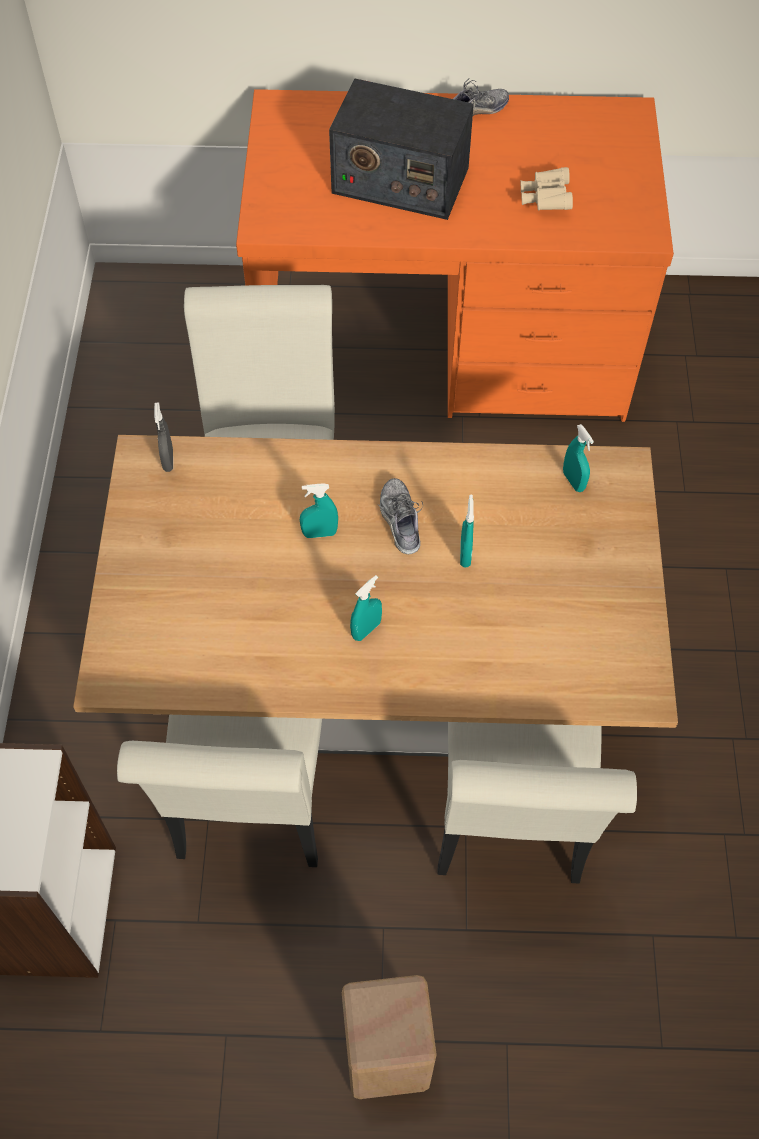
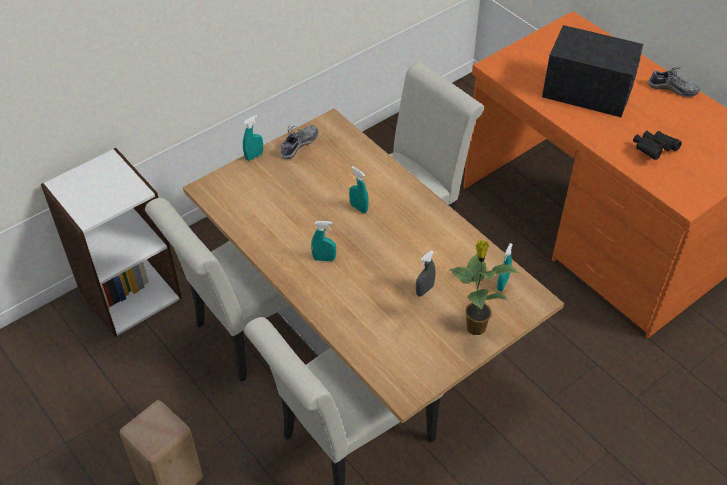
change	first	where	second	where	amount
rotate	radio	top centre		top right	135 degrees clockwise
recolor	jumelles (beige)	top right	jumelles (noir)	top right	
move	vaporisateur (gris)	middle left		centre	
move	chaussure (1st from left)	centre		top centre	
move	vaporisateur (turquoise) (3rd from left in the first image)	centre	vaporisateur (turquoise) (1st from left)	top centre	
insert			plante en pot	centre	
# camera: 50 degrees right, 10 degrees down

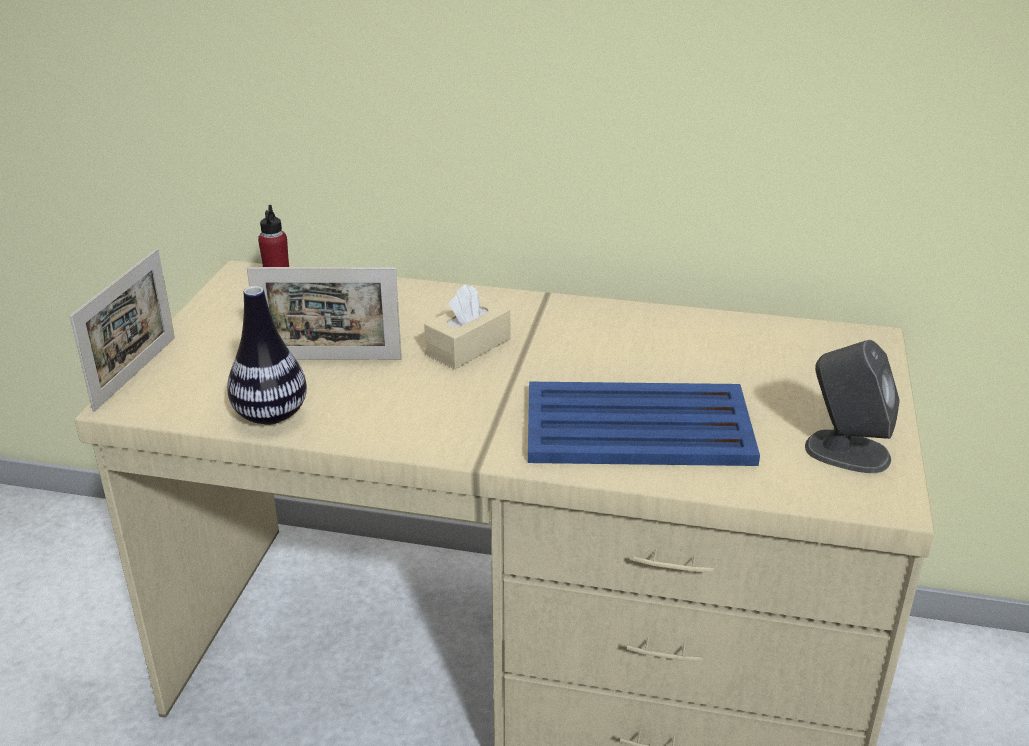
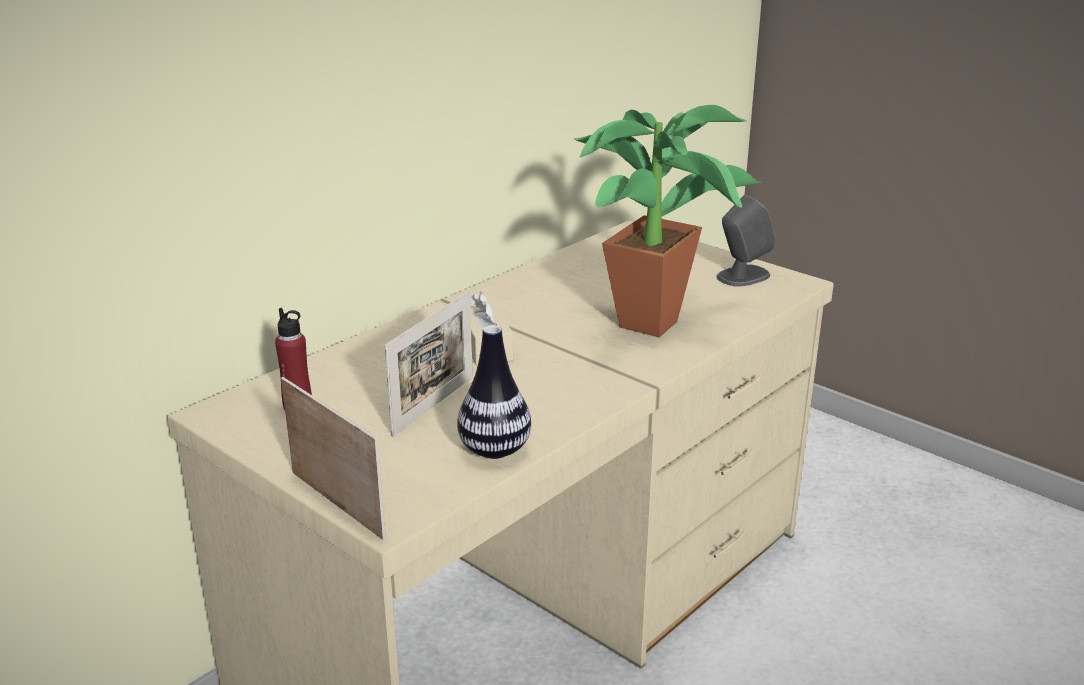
change	first	where	second	where	amount
replace	plateau (bleu)	centre	plante en pot	top centre	
# camera: 60 degrees left, 5 degrees down

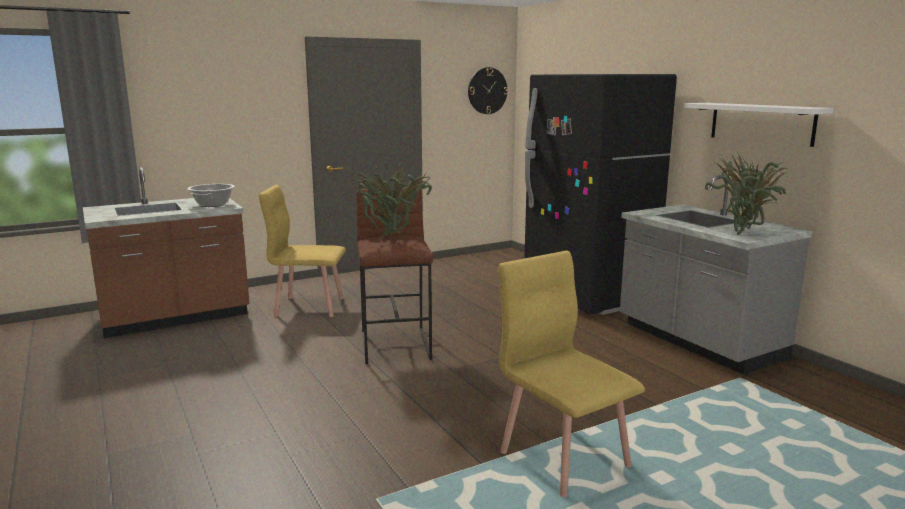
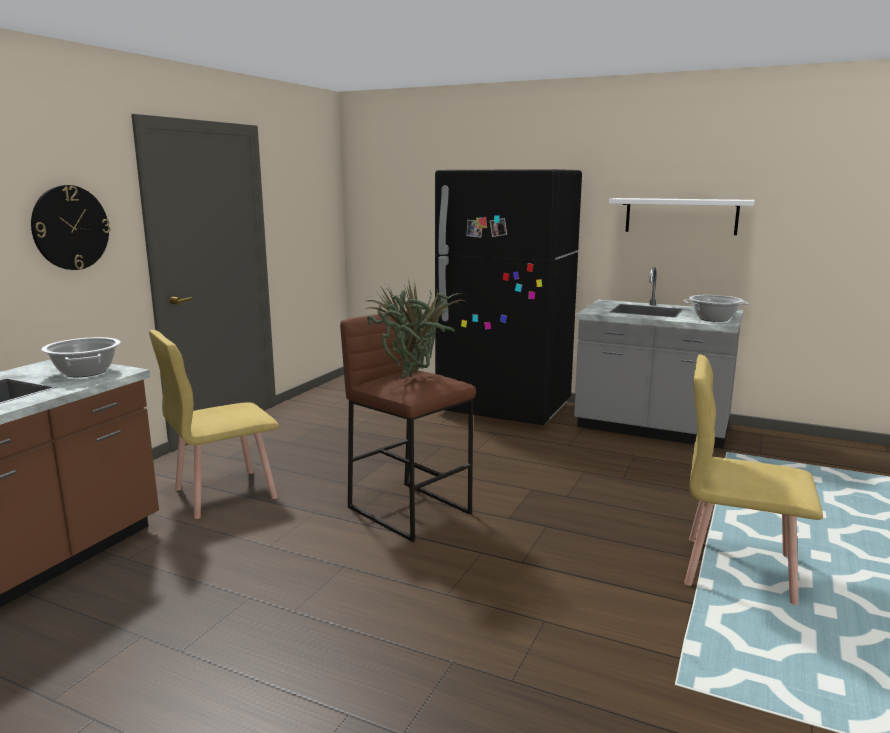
change	first	where	second	where	amount
move	horloge murale	top centre		top left	
replace	plante en pot (2nd from left)	middle right	marmite (2nd from left)	middle right	
# camera: 35 degrees left, 0 degrees up

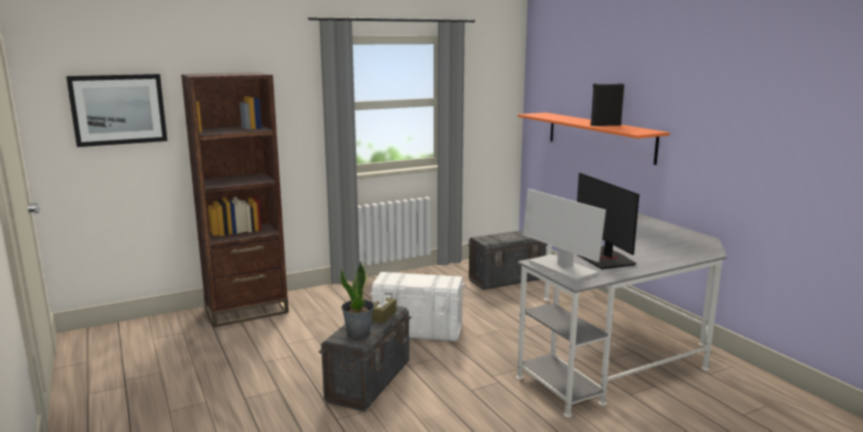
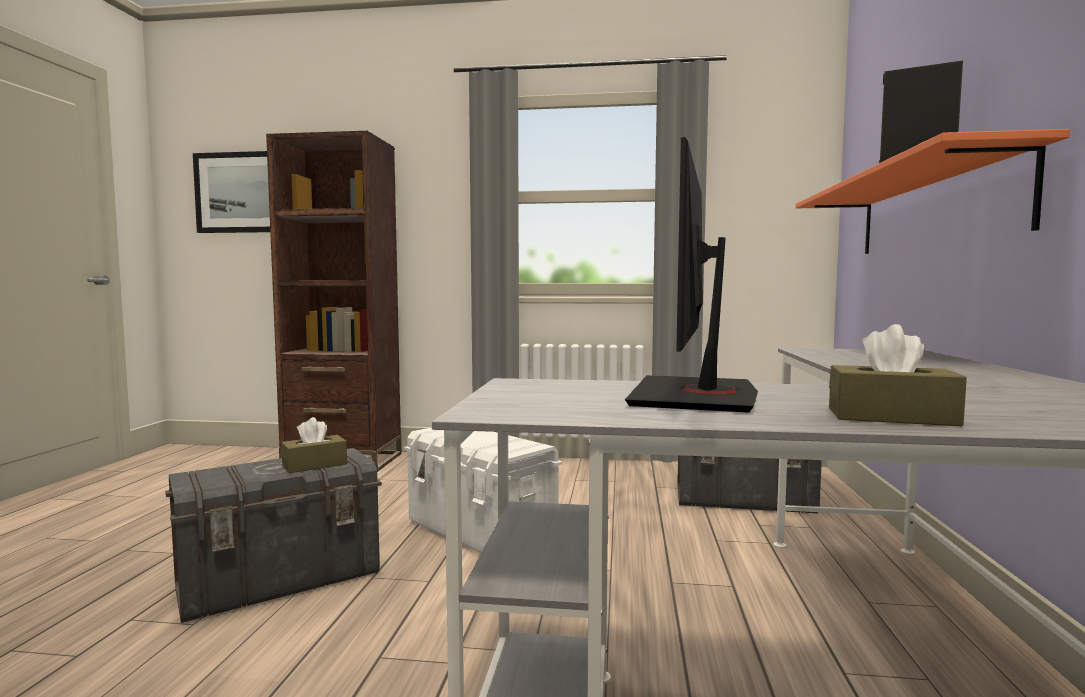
change	first	where	second	where	amount
delete	écran d'ordinateur (1st from left)	centre			
delete	plante en pot	bottom centre			
insert			boîte à mouchoirs (marron) (2nd from left)	middle right	
# camera: 35 degrees right, 10 degrees down

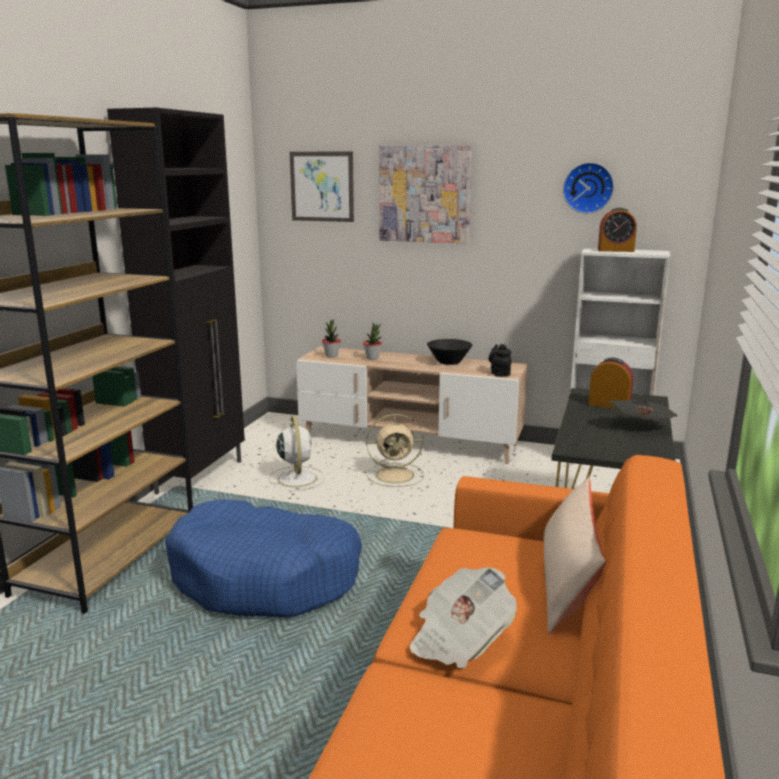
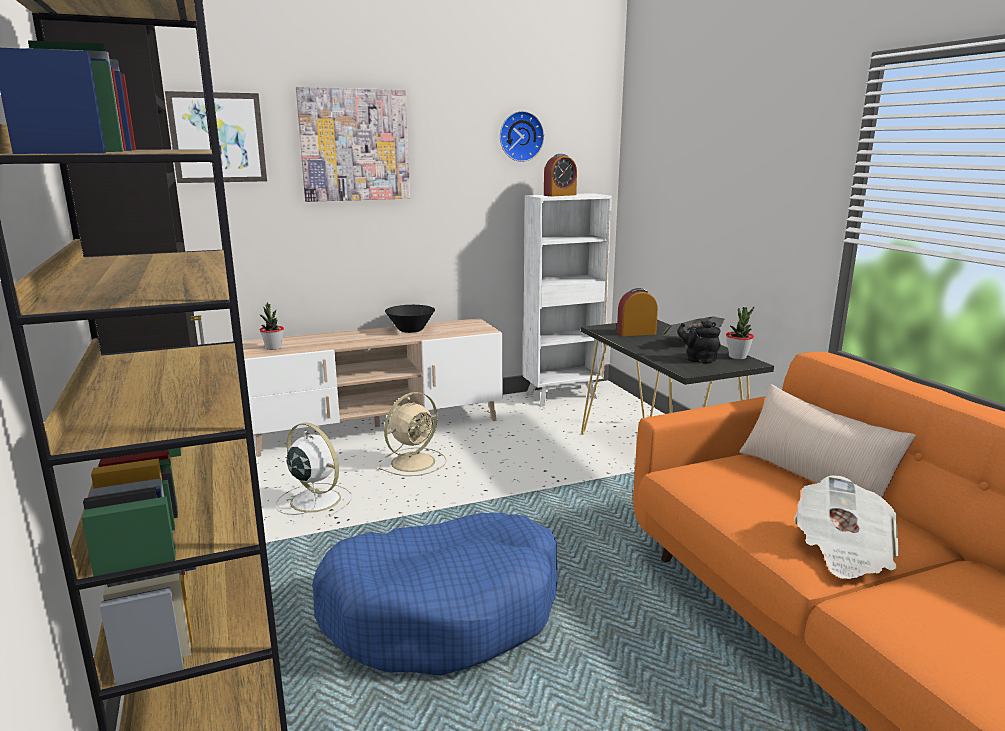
change	first	where	second	where	amount
move	plante en pot (2nd from left)	centre		middle right	
move	théière (noir)	centre		middle right	
# camera: 40 degrees left, 0 degrees up

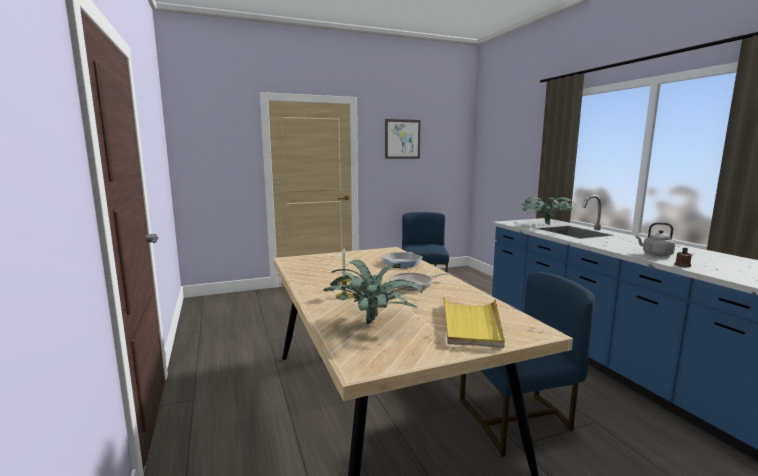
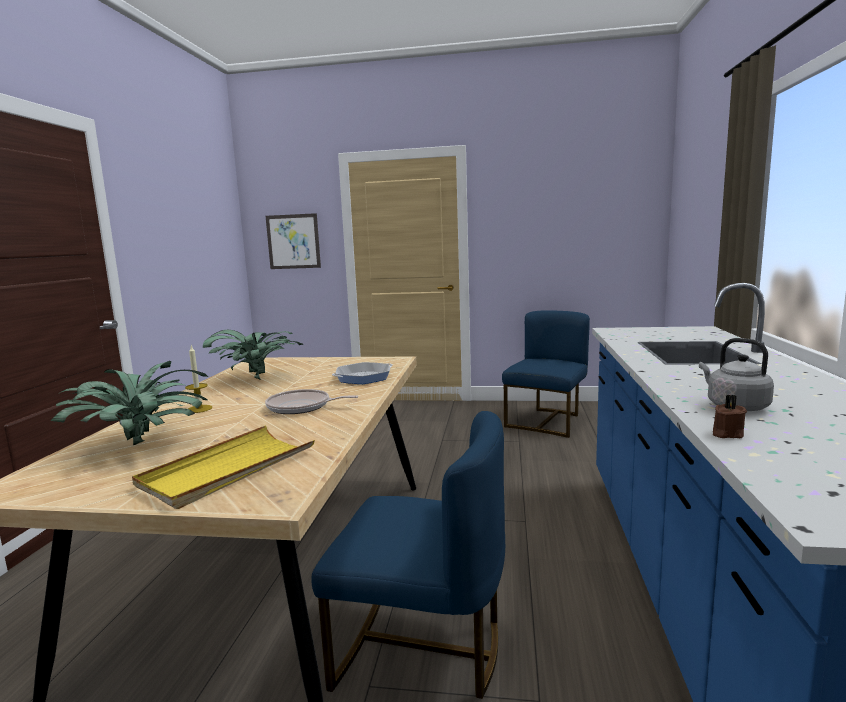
change	first	where	second	where	amount
move	tableau	top centre		centre	
move	plante en pot (2nd from left)	middle right		middle left	
# camera: 30 degrees right, 0 degrees up

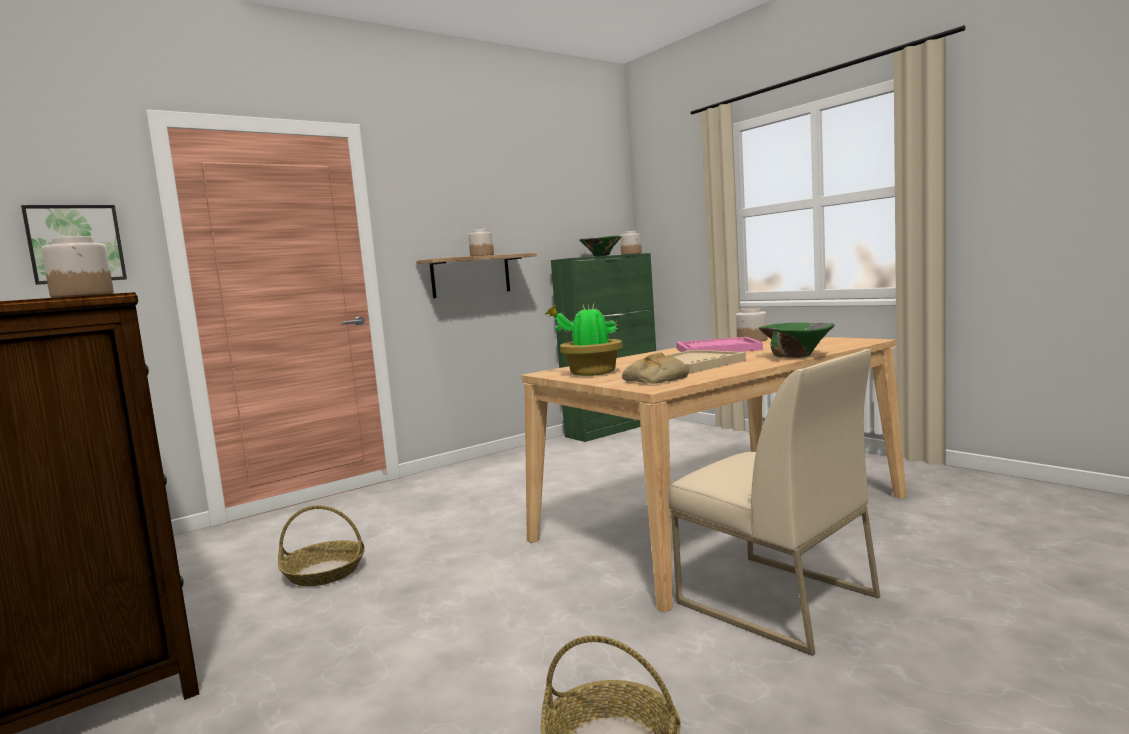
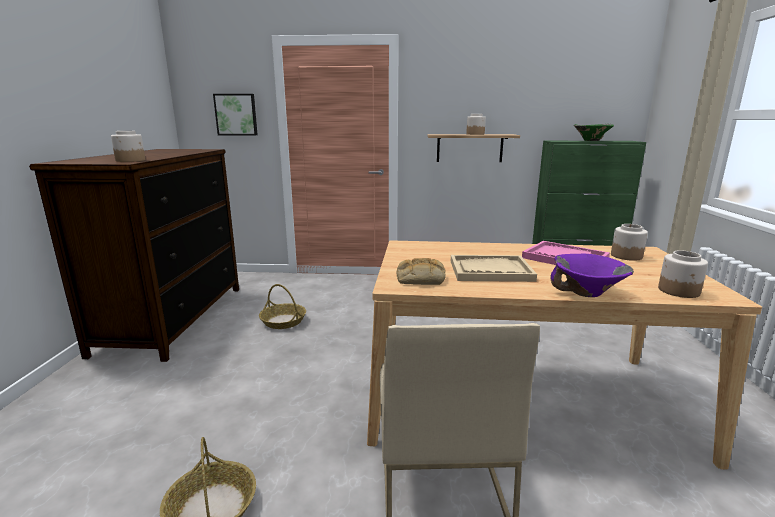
change	first	where	second	where	amount
move	bocal (3rd from left in the first image)	top centre	bocal (4th from left)	middle right	
delete	plante en pot	centre			
recolor	bol (vert) (2nd from left)	middle right	bol (violet)	middle right	
# camera: 40 degrees right, 10 degrees up

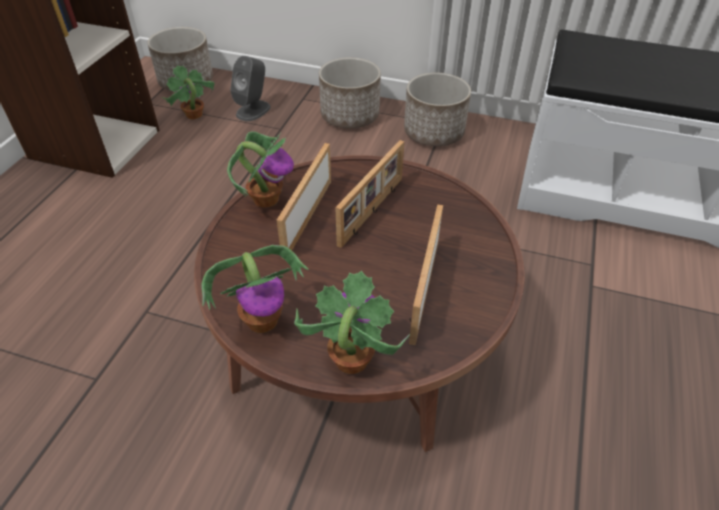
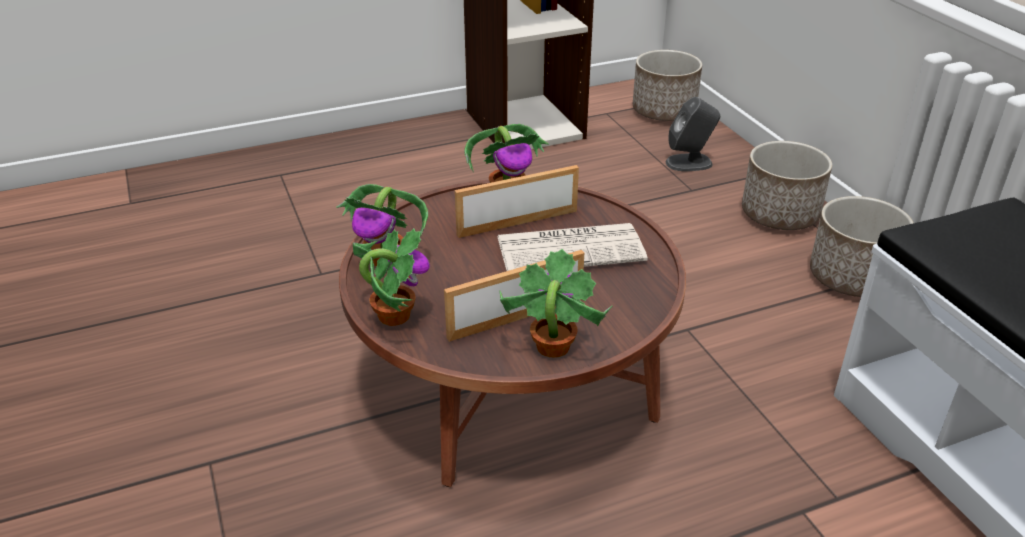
change	first	where	second	where	amount
move	plante en pot (1st from left in the first image)	top left	plante en pot (4th from left)	centre	
replace	cadre photo (2nd from left)	centre	journal	centre	
# camera: 50 degrees right, 10 degrees down

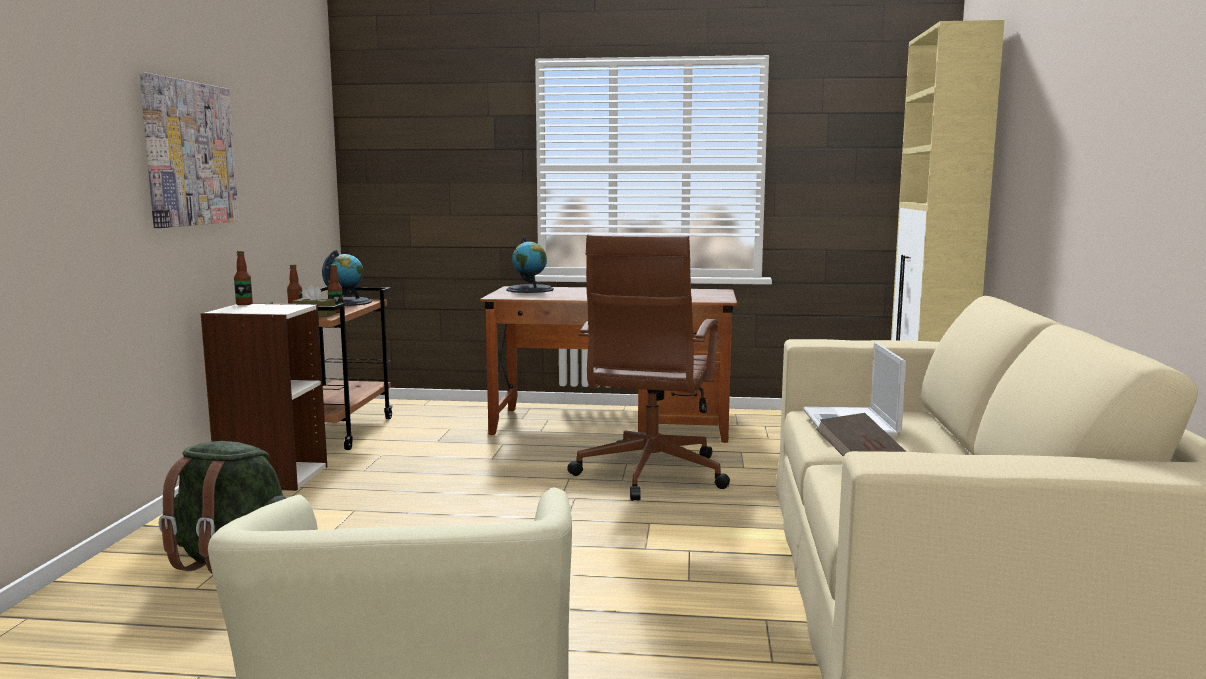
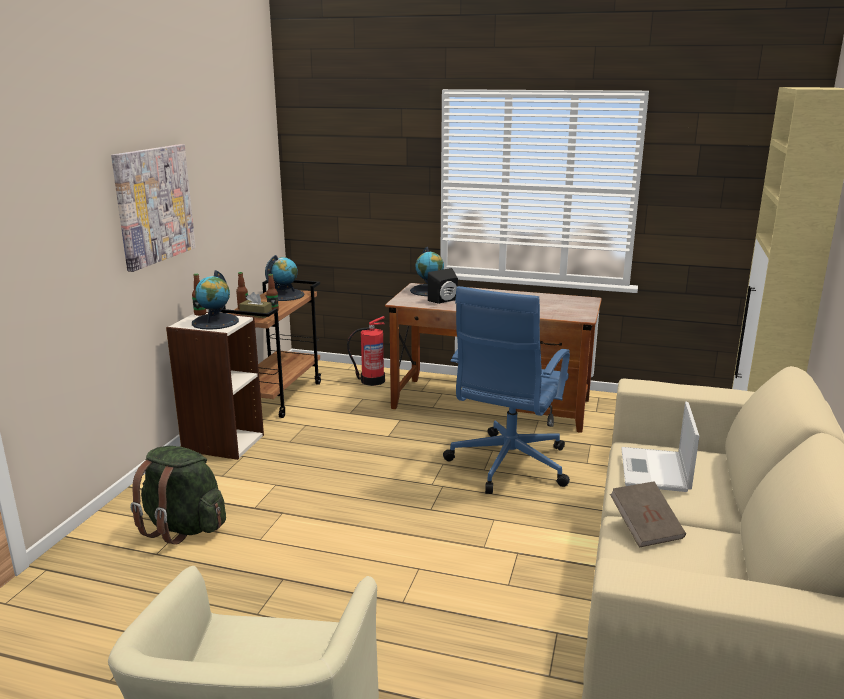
change	first	where	second	where	amount
recolor	chaise de bureau (marron)	centre	chaise de bureau (bleu)	centre	
insert			enceinte (noir)	centre	
insert			globe (1st from left)	middle left	
insert			extincteur	centre	
# camera: 10 degrees right, 10 degrees up

